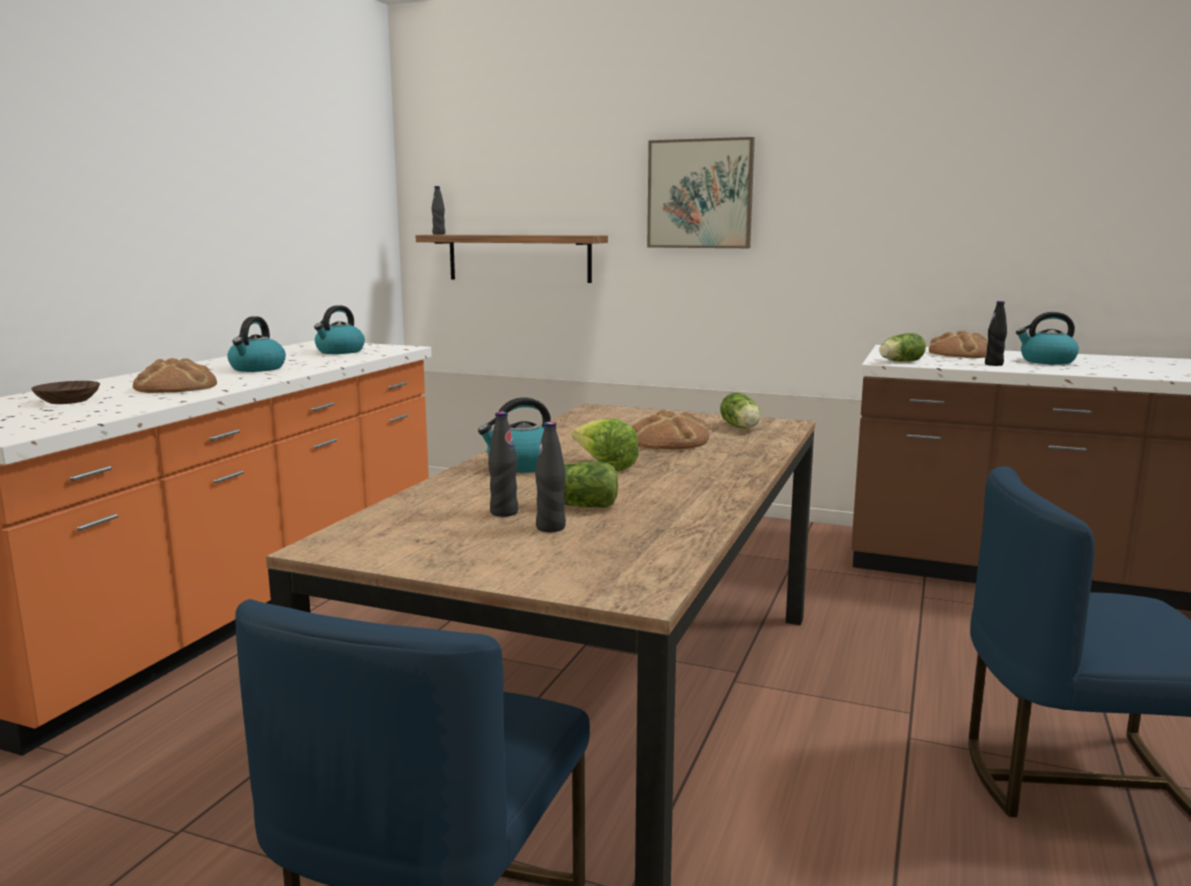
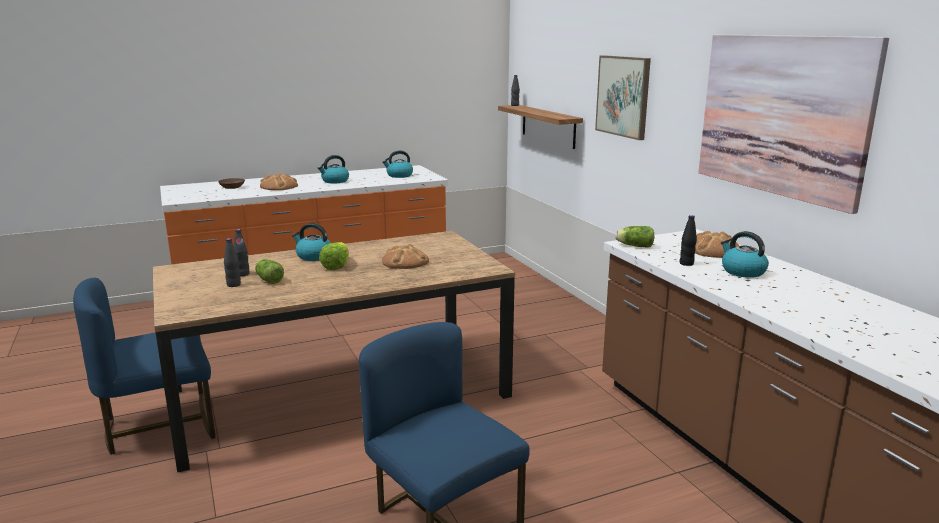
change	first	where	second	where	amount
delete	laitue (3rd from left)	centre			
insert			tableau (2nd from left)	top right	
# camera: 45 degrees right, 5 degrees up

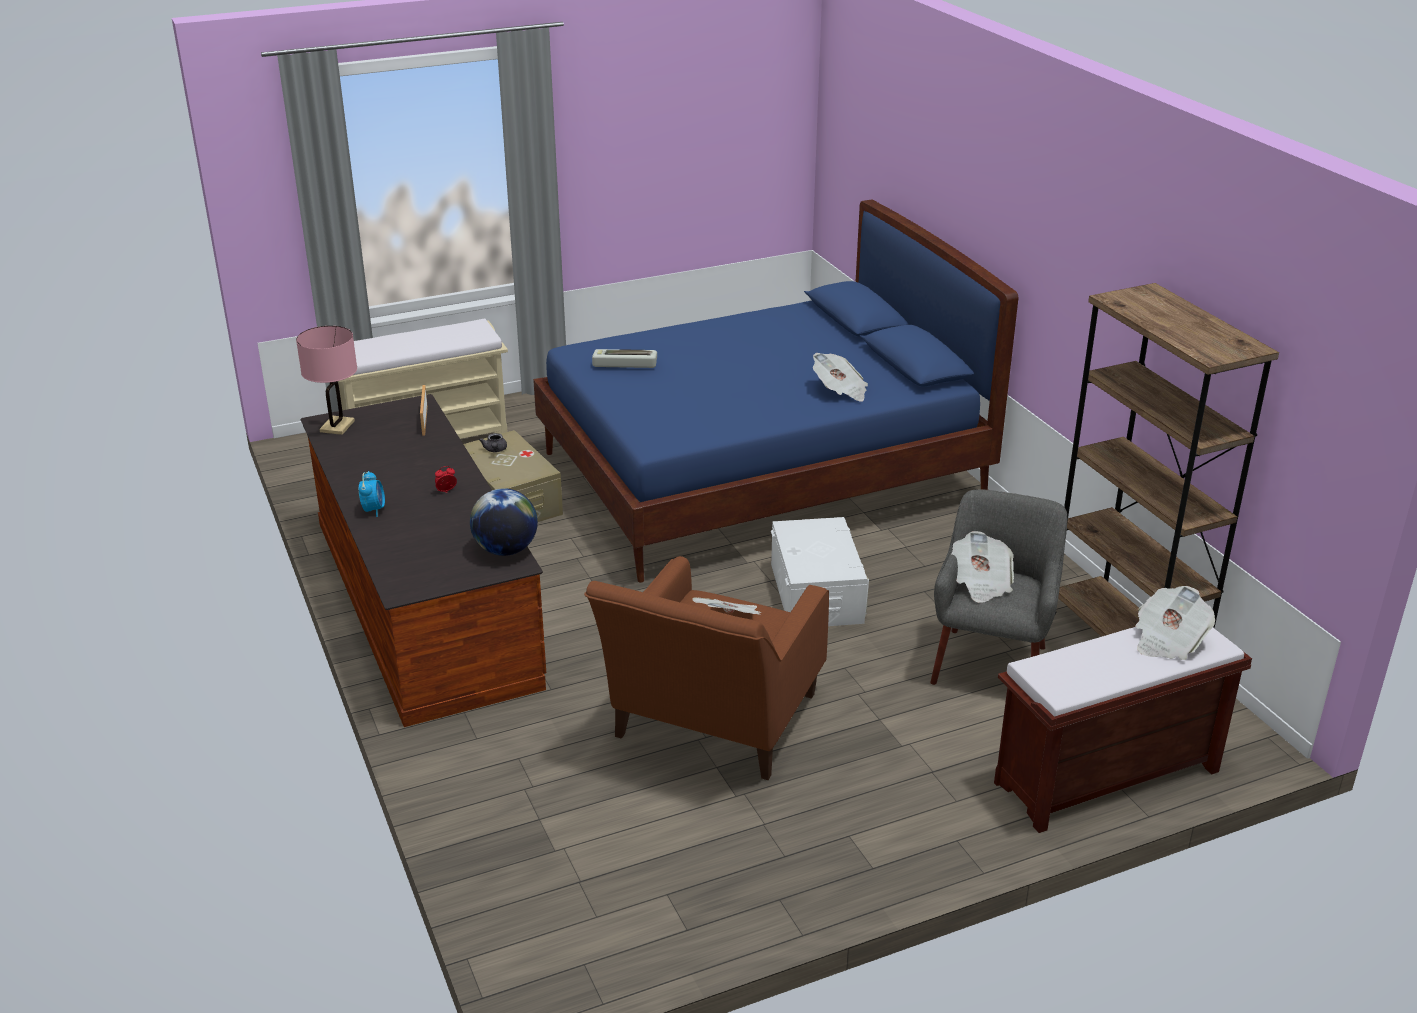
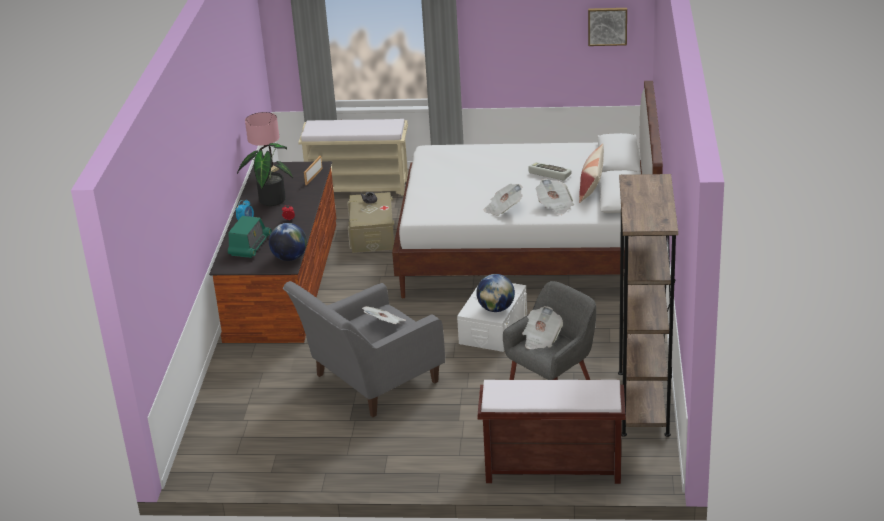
change	first	where	second	where	amount
recolor	lit (bleu)	centre	lit (blanc)	centre	
move	clavier	centre		top centre	
recolor	fauteuil (marron)	centre	fauteuil (gris) (1st from left)	bottom centre	
move	journal (4th from left in the first image)	middle right	journal (2nd from left)	centre	
insert			tableau	top right	
insert			plante en pot	middle left	
insert			coussin	top right	
insert			radio	middle left	
insert			globe (2nd from left)	centre	
# camera: 30 degrees right, 0 degrees up

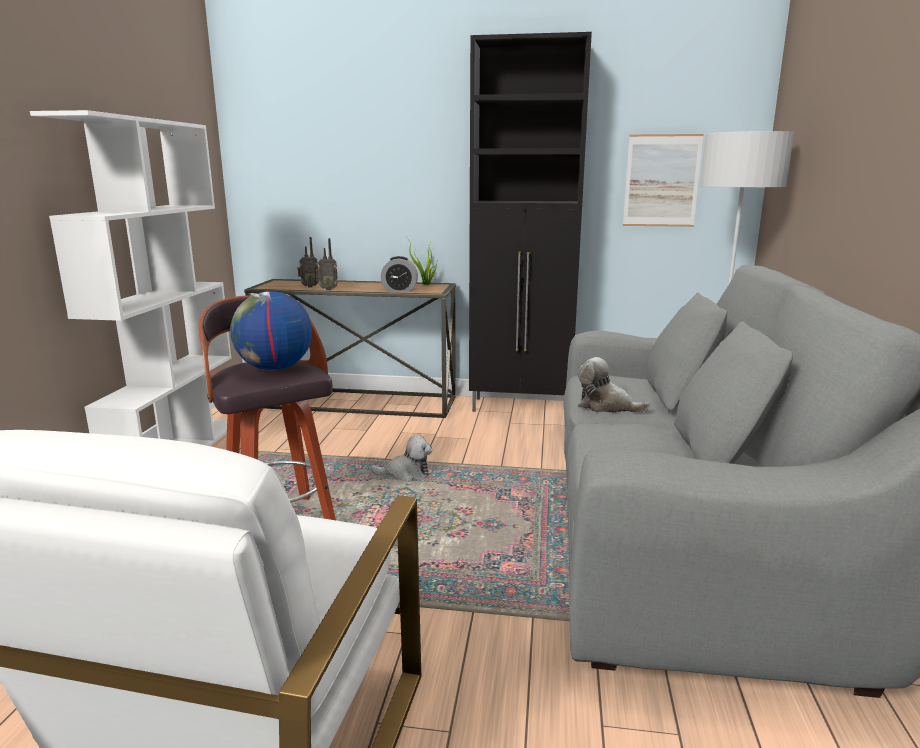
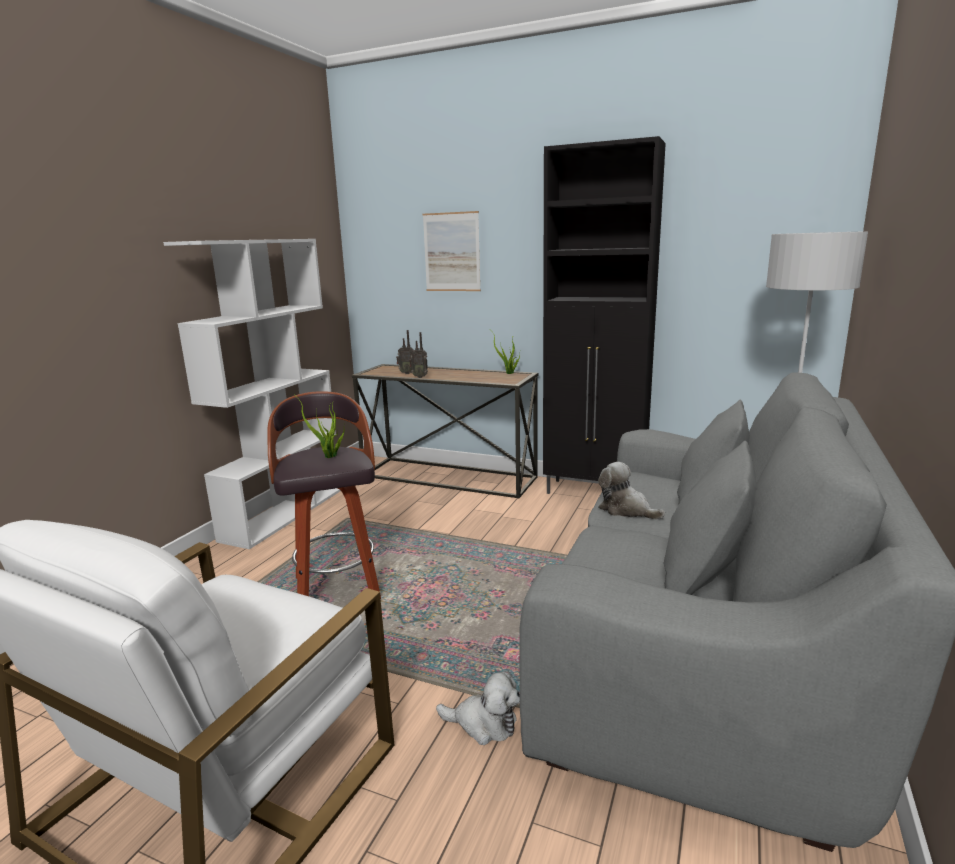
change	first	where	second	where	amount
move	tableau	top right		top centre	
delete	réveil	centre			
replace	globe	middle left	plante en pot (1st from left)	centre	
move	peluche (1st from left)	centre		bottom centre	
# camera: 15 degrees right, 0 degrees up

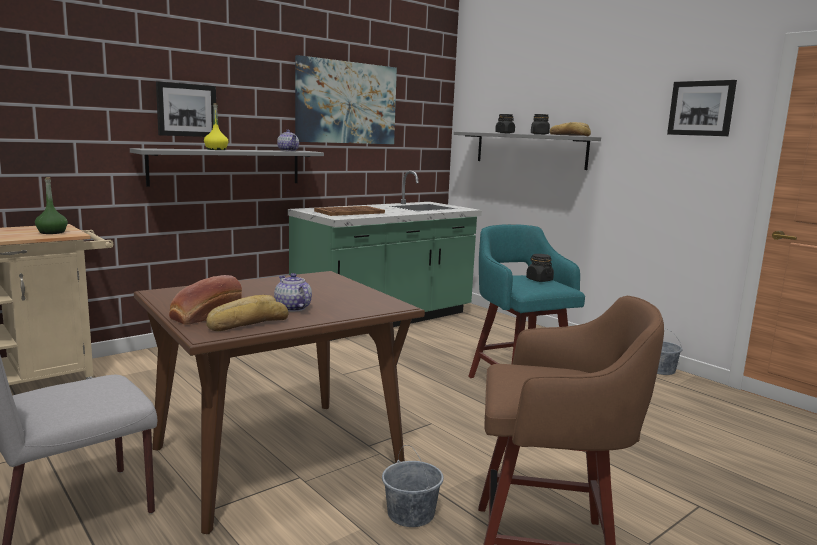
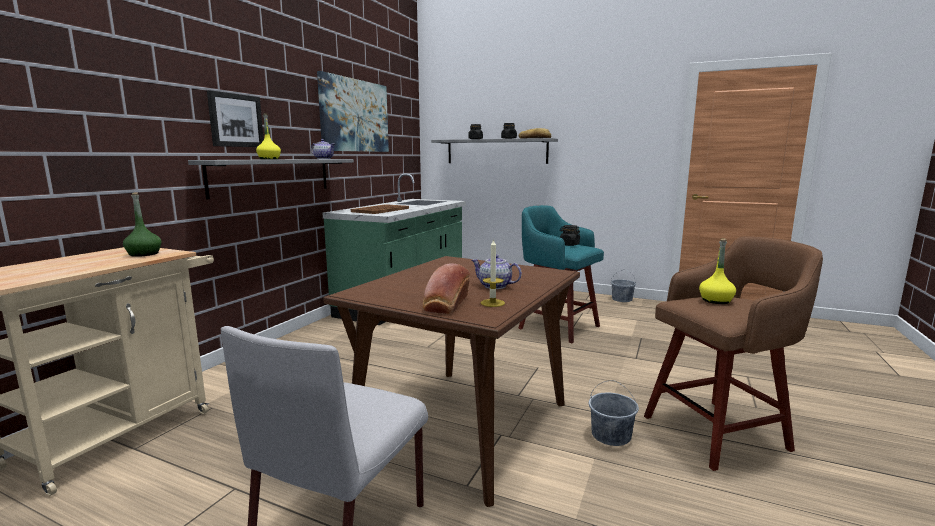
change	first	where	second	where	amount
delete	tableau (3rd from left)	top right			
replace	pain (2nd from left)	middle left	bougie	centre	
insert			bouteille (jaune) (2nd from left)	middle right	
# camera: 25 degrees left, 0 degrees up

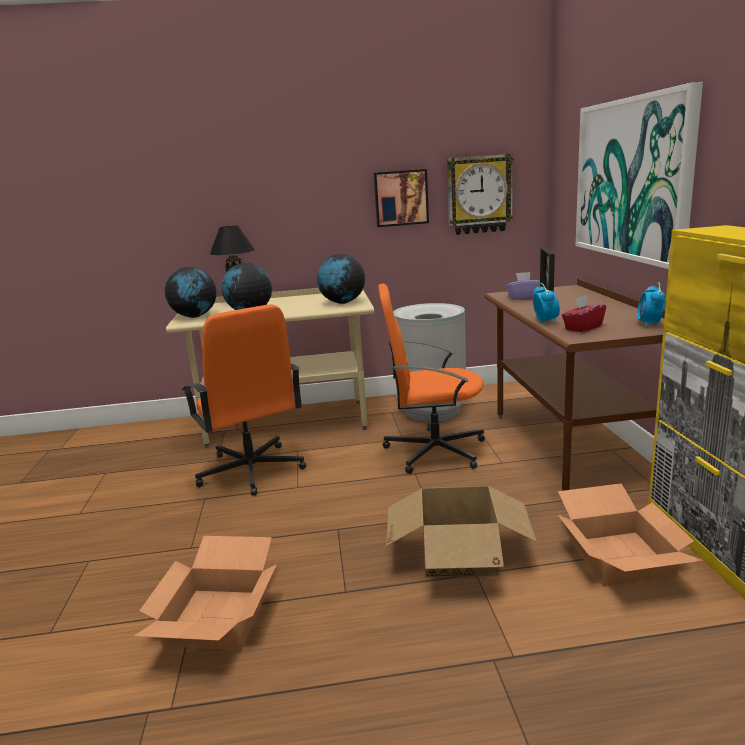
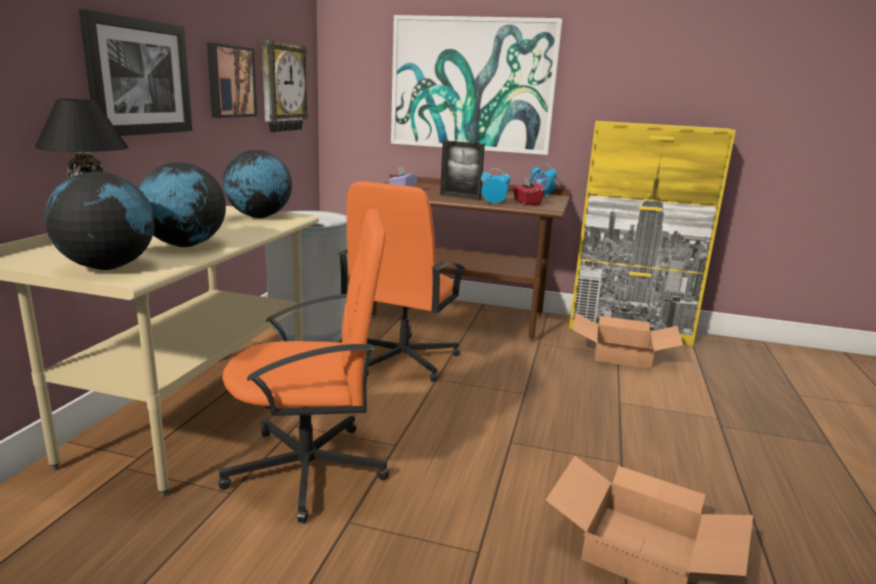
change	first	where	second	where	amount
delete	carton (2nd from left)	bottom centre			
insert			tableau (1st from left)	top left	
# camera: 70 degrees left, 0 degrees up

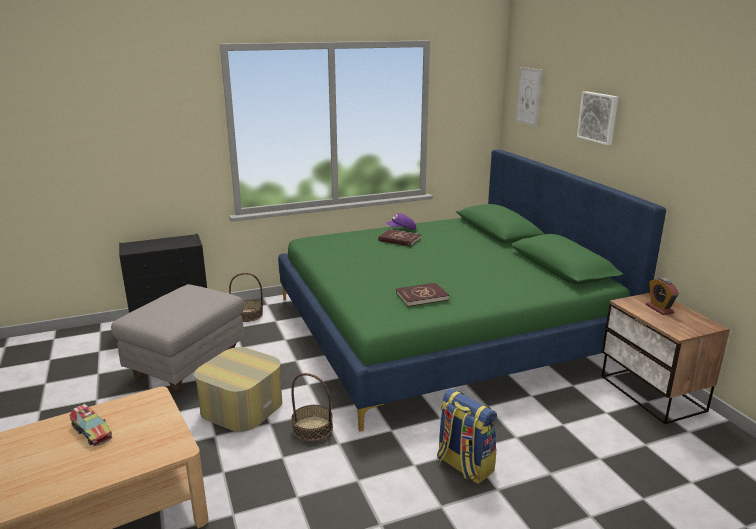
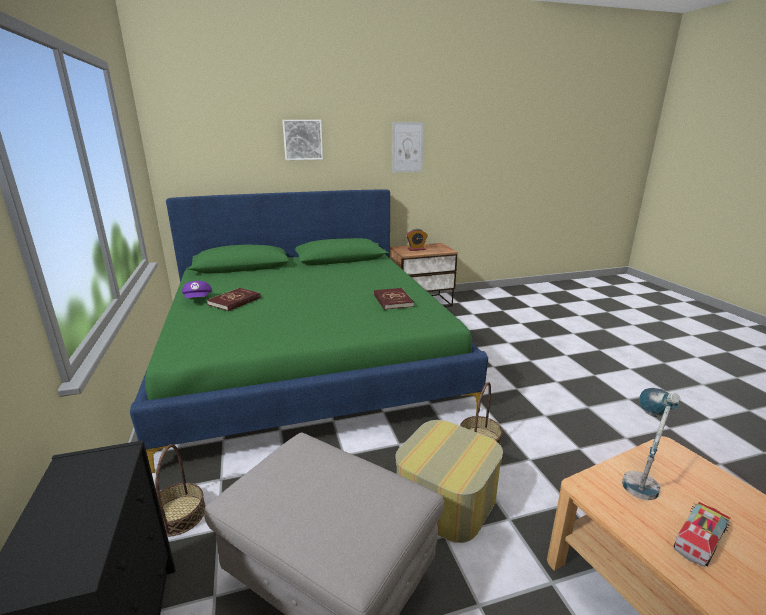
change	first	where	second	where	amount
move	tableau (1st from left in the first image)	top right	tableau (2nd from left)	top centre	
delete	sac à dos	bottom centre			
insert			lampe de table	bottom right	
# camera: 85 degrees left, 0 degrees up

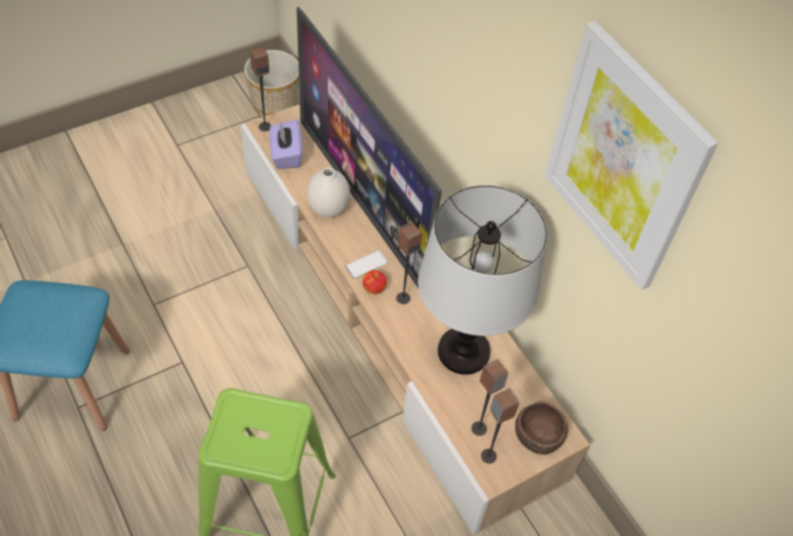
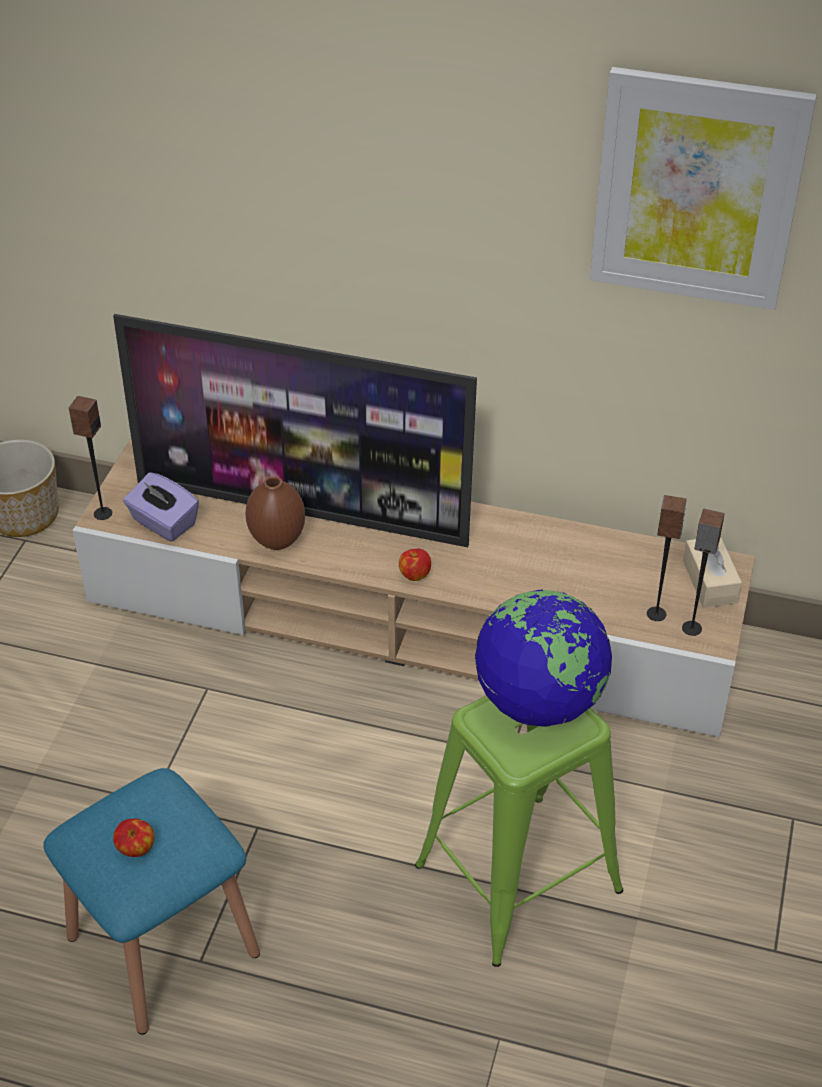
change	first	where	second	where	amount
recolor	vase (blanc)	centre	vase (marron)	centre	
delete	lampe de table	centre			
delete	enceinte (2nd from left)	centre			
delete	téléphone	centre			
replace	bol (marron)	bottom right	boîte à mouchoirs (beige)	middle right	
insert			globe	centre	
insert			pomme (1st from left)	bottom left	
# camera: 40 degrees left, 10 degrees down

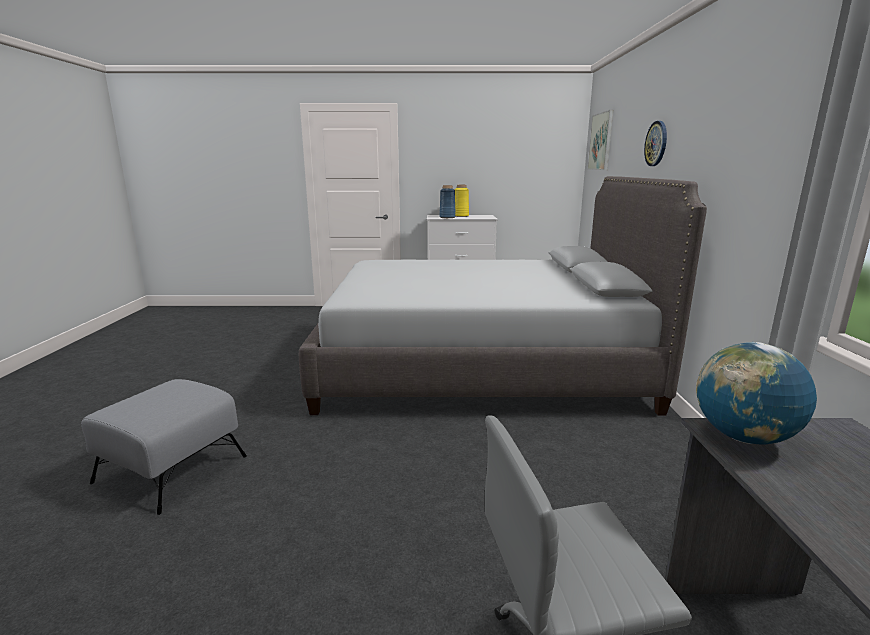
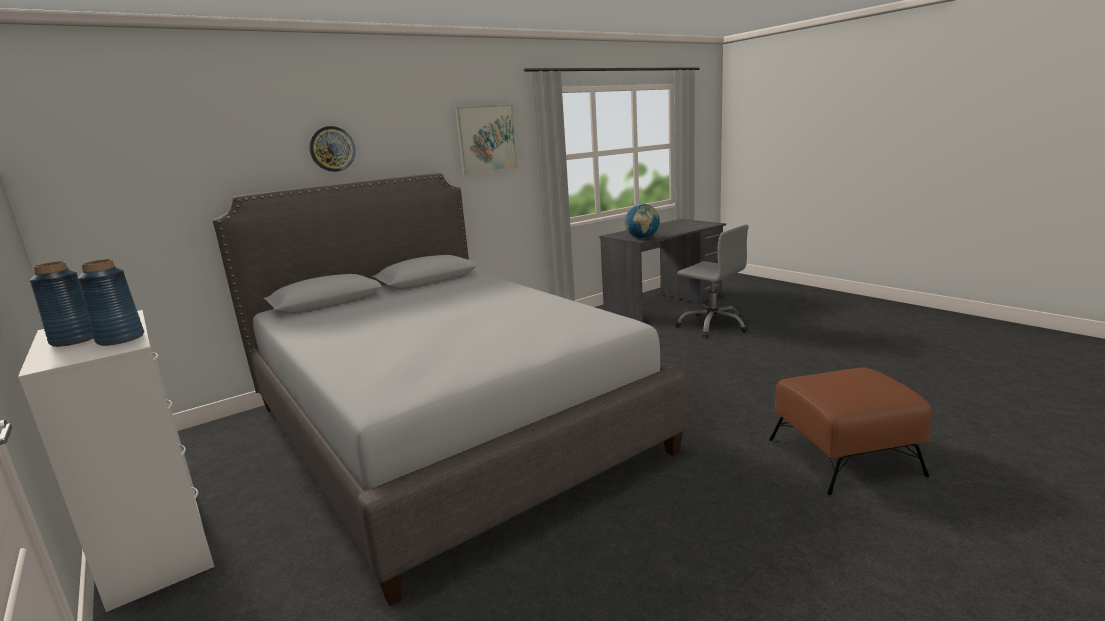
change	first	where	second	where	amount
move	tableau	top right		top centre	
recolor	vase (jaune)	top centre	vase (bleu) (1st from left)	middle left	
recolor	pouf (gris)	bottom left	pouf (marron)	bottom right	
# camera: 125 degrees left, 0 degrees up

